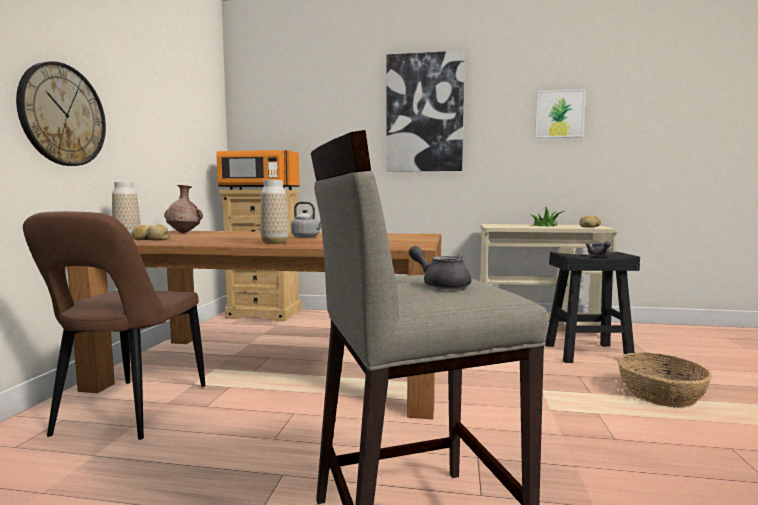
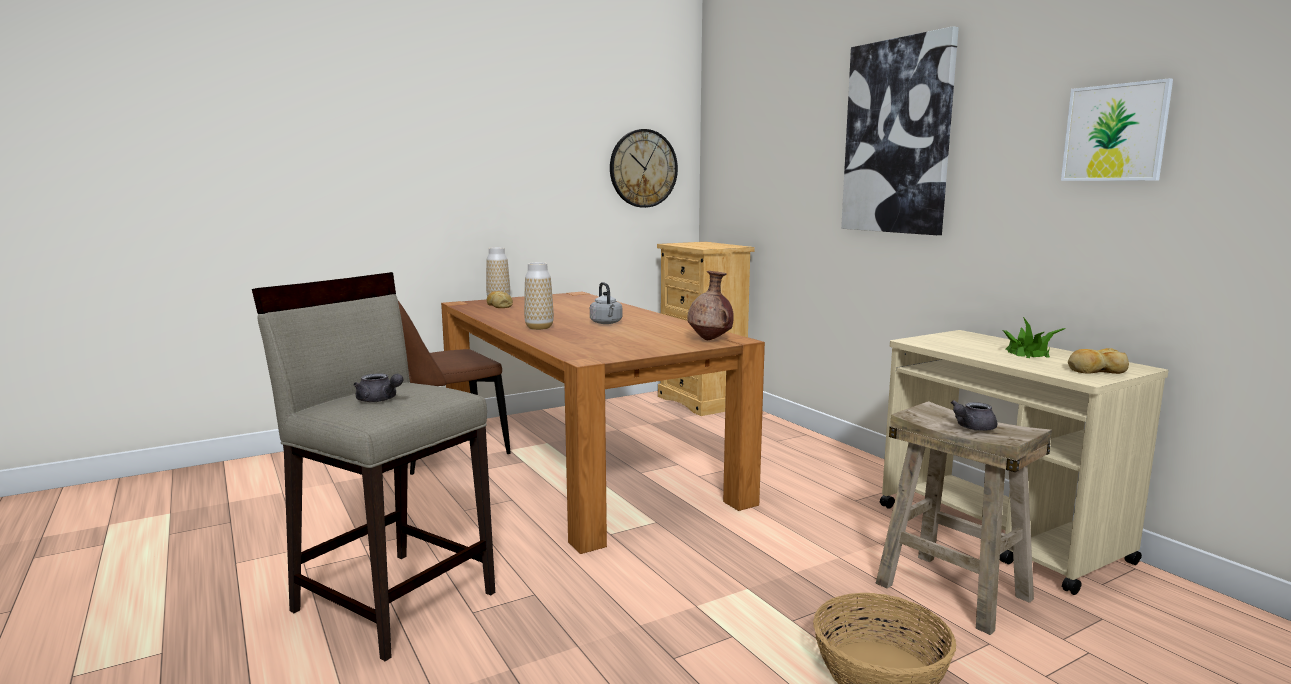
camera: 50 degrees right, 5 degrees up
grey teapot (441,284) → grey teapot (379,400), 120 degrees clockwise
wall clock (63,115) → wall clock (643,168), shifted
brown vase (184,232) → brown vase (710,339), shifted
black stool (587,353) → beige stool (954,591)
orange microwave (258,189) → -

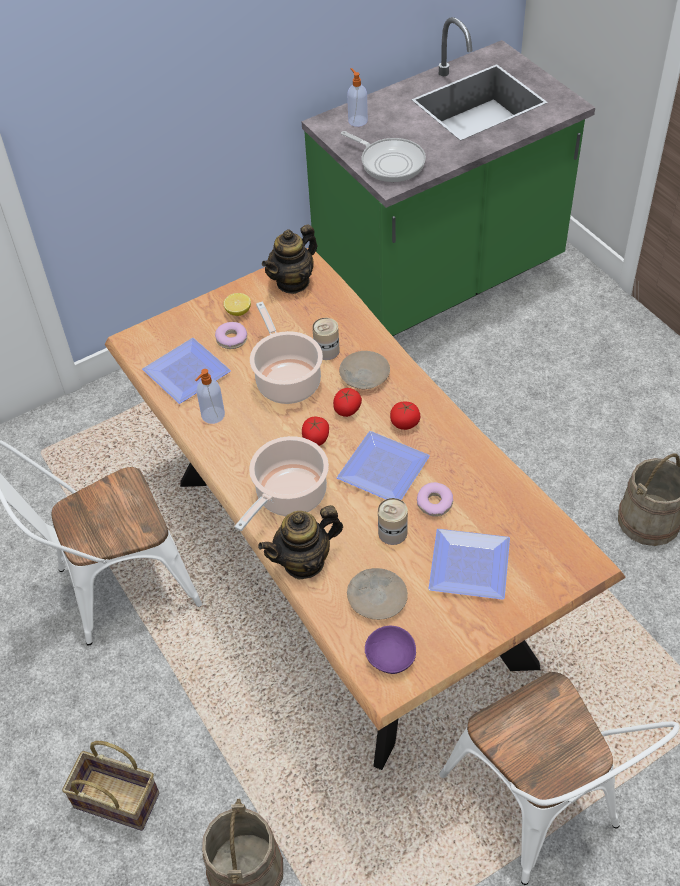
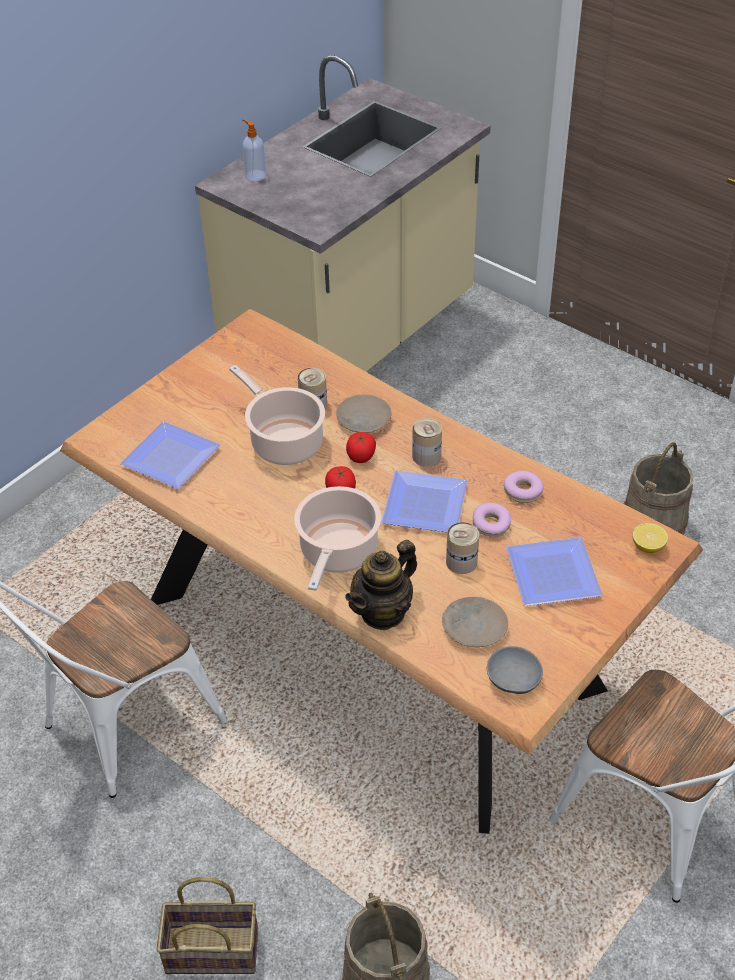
camera: 20 degrees left, 5 degrees down
green counter (441,279) → beige counter (352,338)
tomato (405,423) → can (426,456)
purple bowl (392,657) → grey bowl (515,679)
donut (232,339) → donut (522,491), shifted
lemon (238,311) → lemon (648,547), shifted
soap dispenser (212,416) → -
teapot (293,282) → -
frying pan (389,162) → -

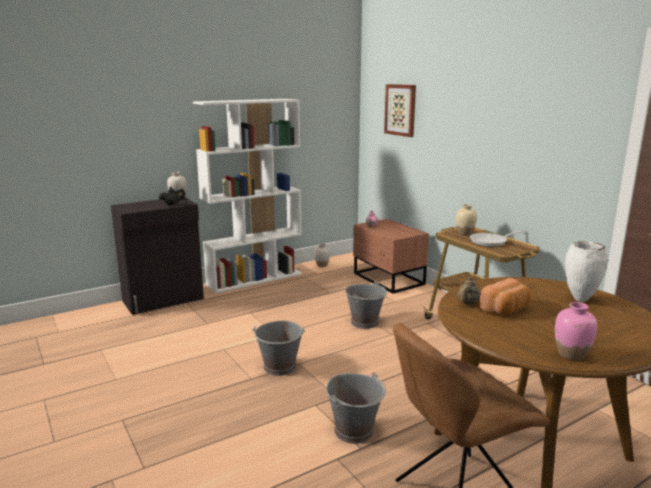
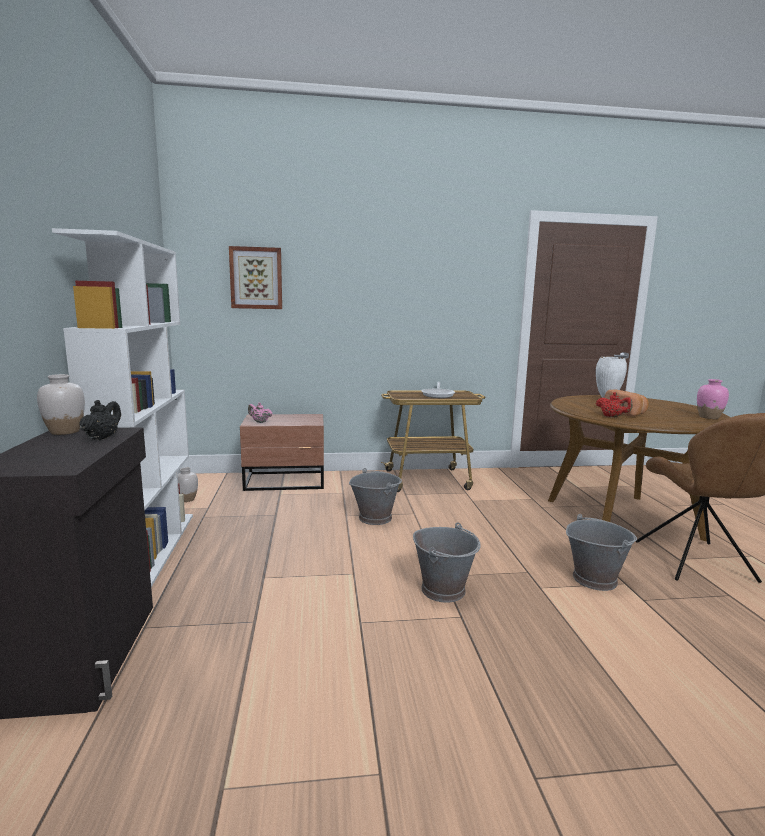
camera: 65 degrees left, 5 degrees down
beige teapot (468,303) → red teapot (612,417)
beige vase (464,234) → -

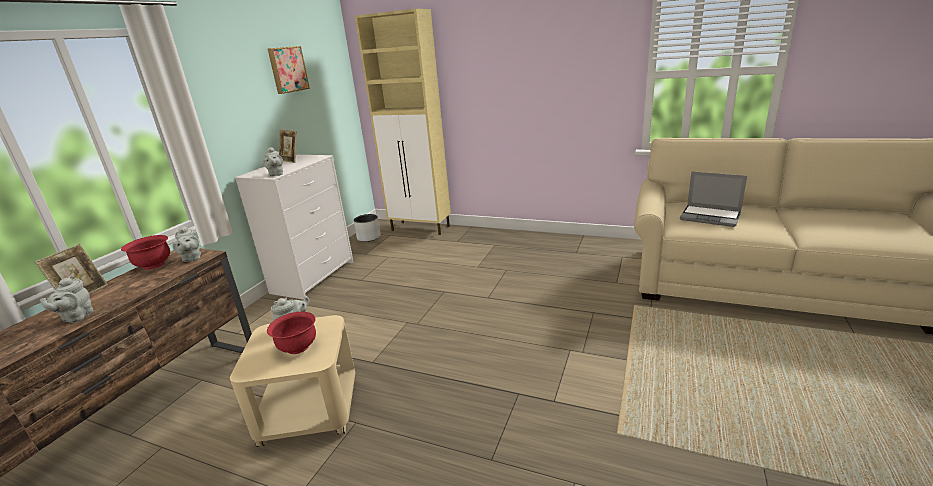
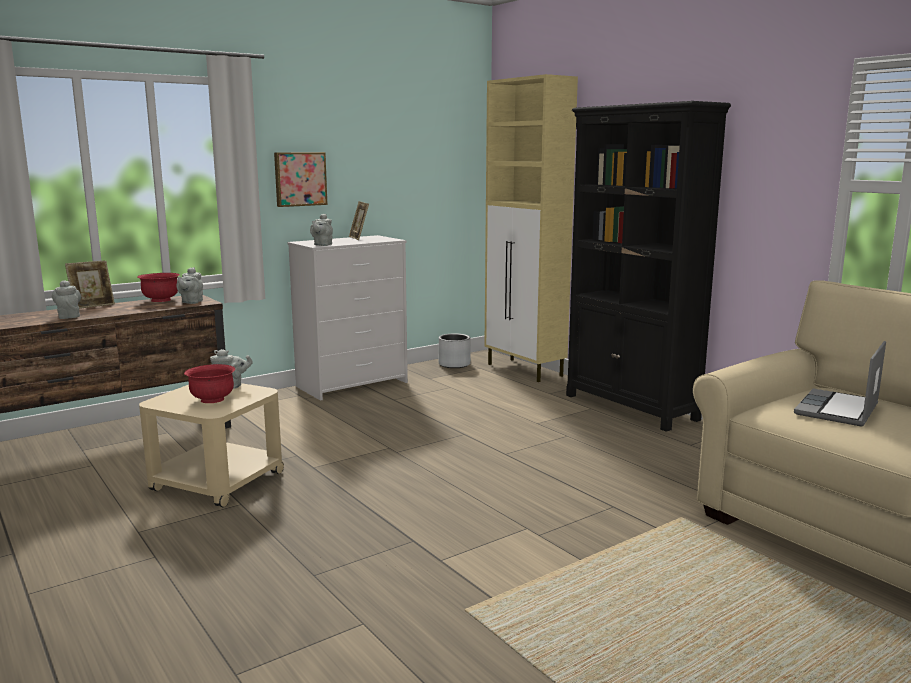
camera: 30 degrees right, 10 degrees down
grey teapot (76,317) → grey teapot (69,316), 120 degrees clockwise
picture (287,69) → picture (300,179), shifted
- → black bookcase (631,407)
laptop (711,217) → laptop (838,410), 60 degrees clockwise

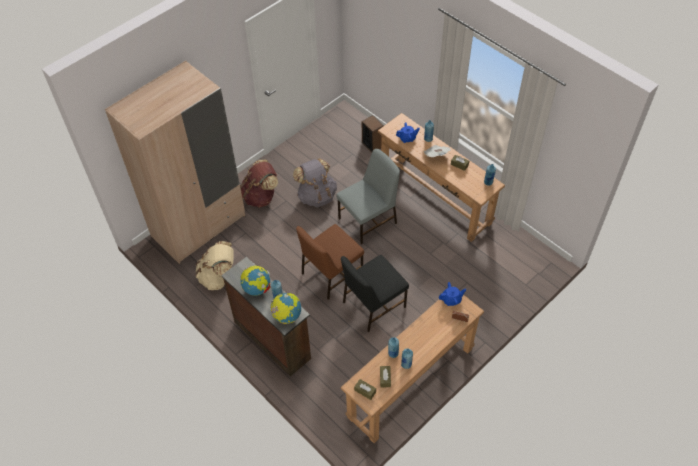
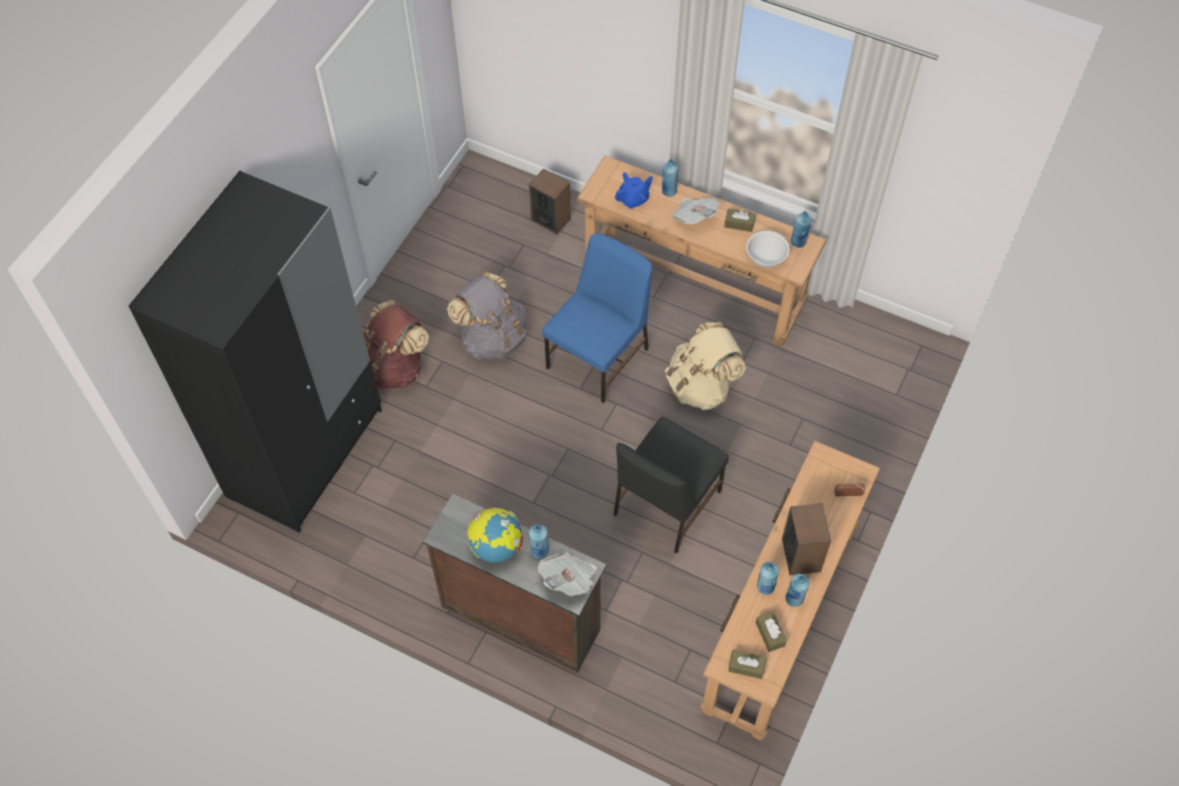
camera: 20 degrees left, 5 degrees up
beige wardrobe (199,226) → black wardrobe (306,453)
globe (287,316) → newspaper (569,579)
grey chair (368,220) → blue chair (599,357)
beige backpack (219,277) → beige backpack (701,386), shifted
- → white bowl (766,257)
- → speaker (801,554)
brown chair (331,274) → -
blue teapot (451,300) → -

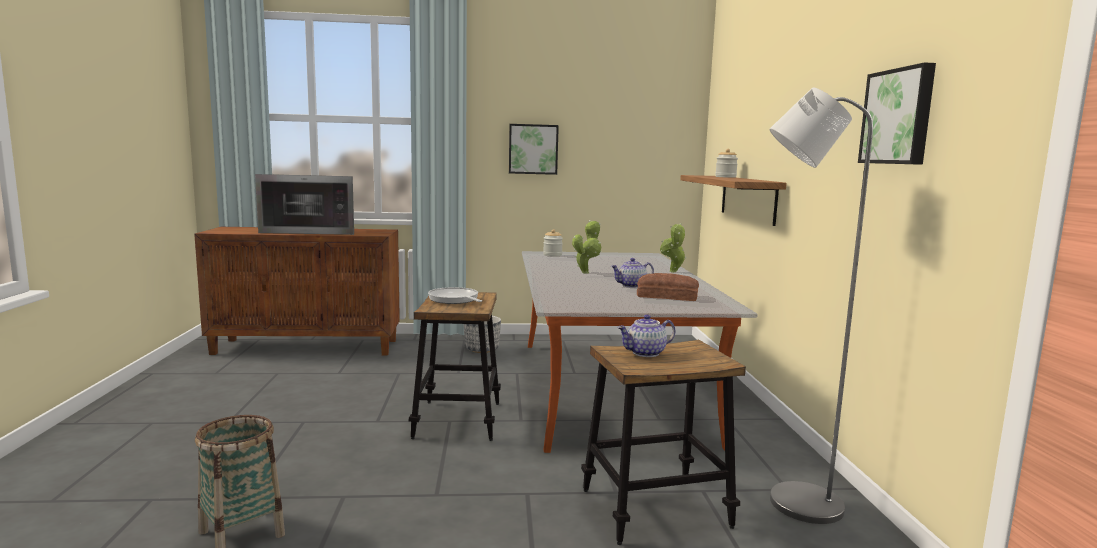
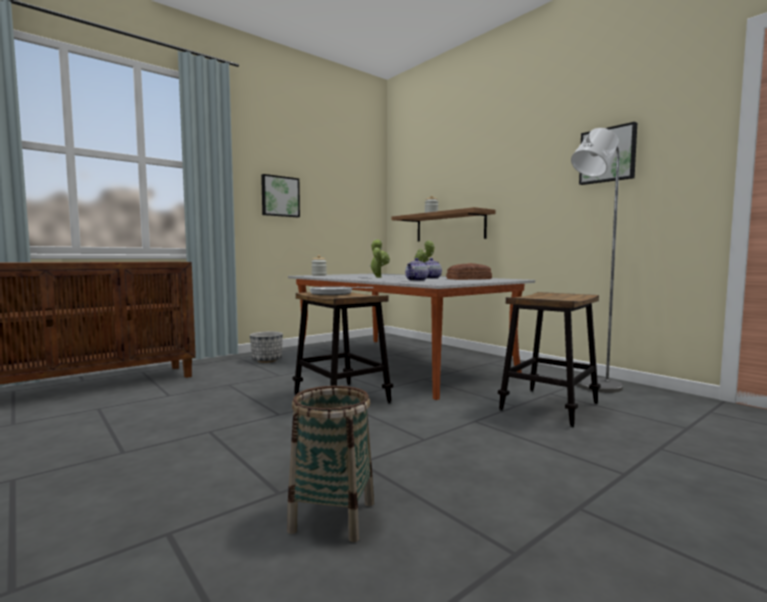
camera: 35 degrees left, 5 degrees down
teapot (645,353) → teapot (417,280), shifted
microwave (313,231) → -

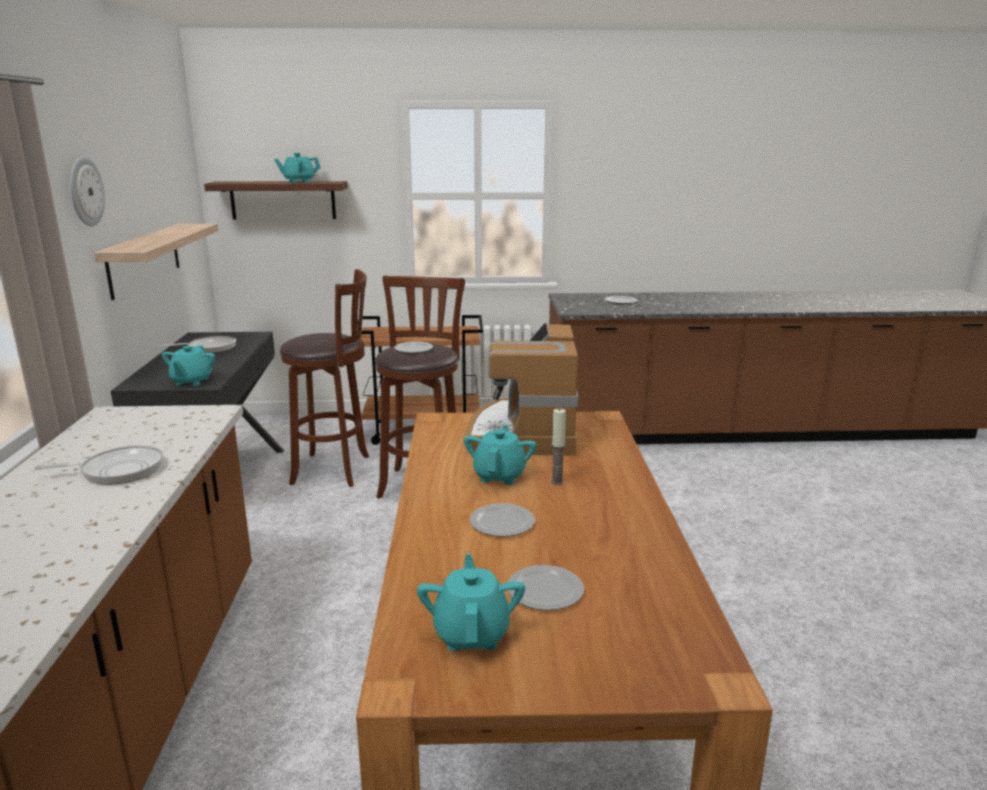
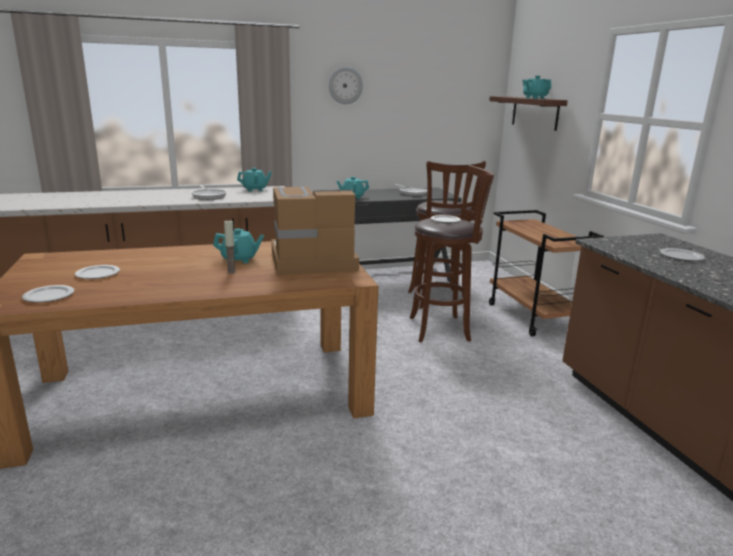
camera: 75 degrees right, 0 degrees up
plate (501,522) → plate (50,295), shifted
turquoise teapot (472,633) → turquoise teapot (255,189), shifted
shelf (144,259) → -

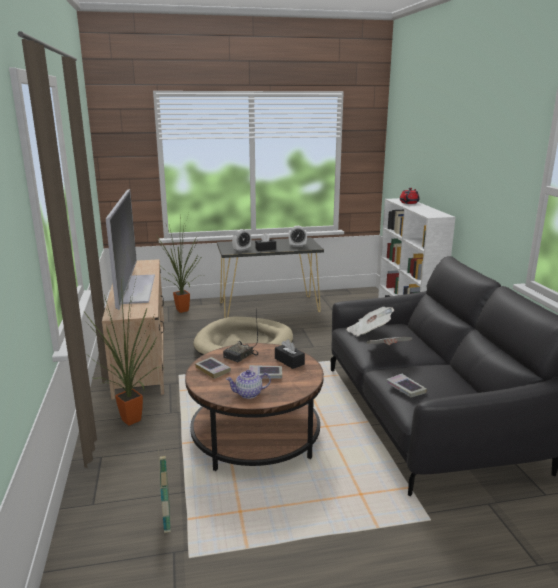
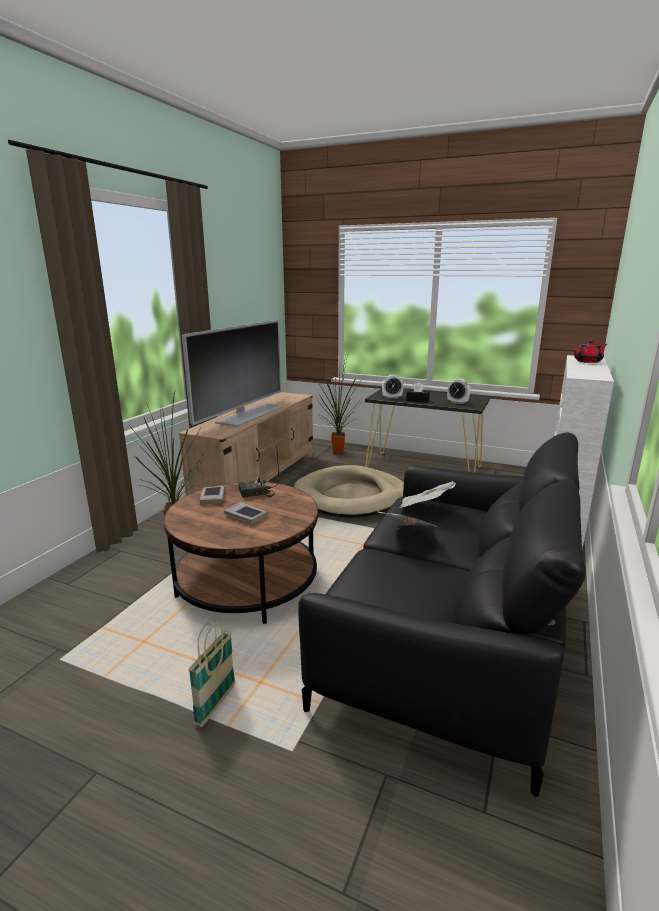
camera: 35 degrees right, 0 degrees up
basket (167,516) → basket (216,704), shifted
teapot (249,394) → -
black tissue box (289,361) → -
book (405,388) → -

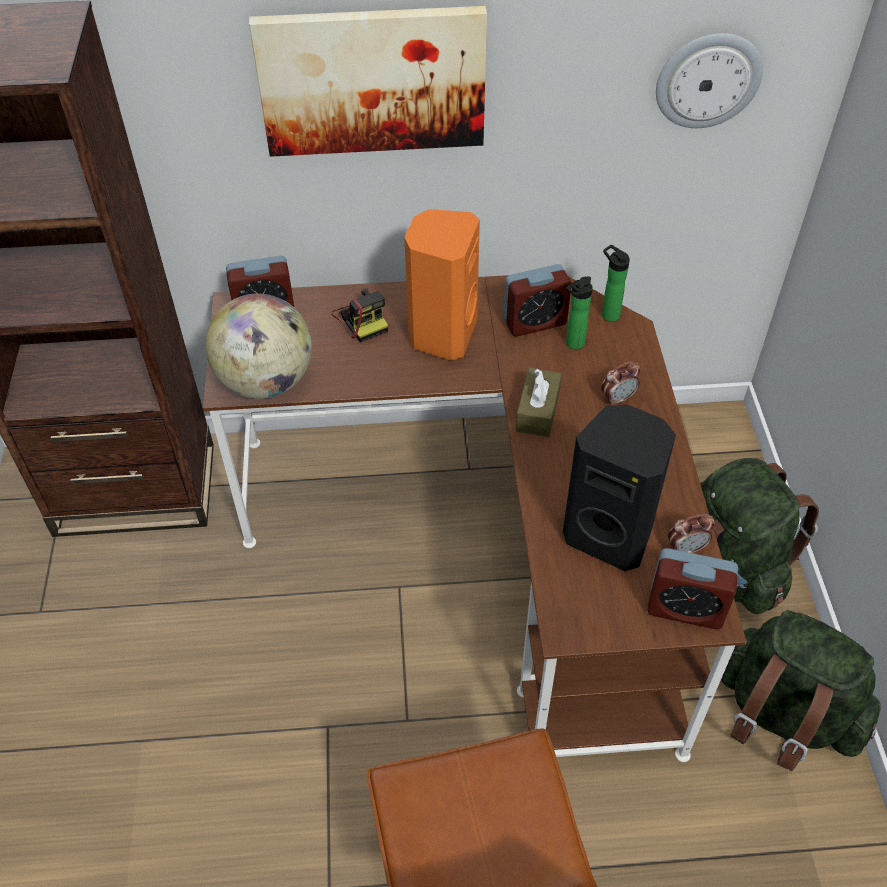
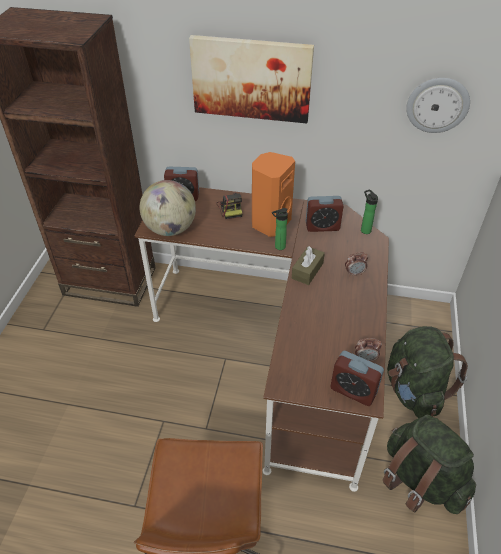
camera: 15 degrees right, 5 degrees down
bottle (573,344) → bottle (278,247), shifted
black speaker (610,534) → -

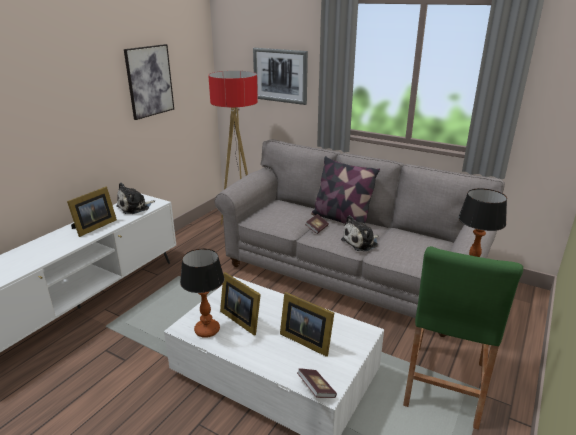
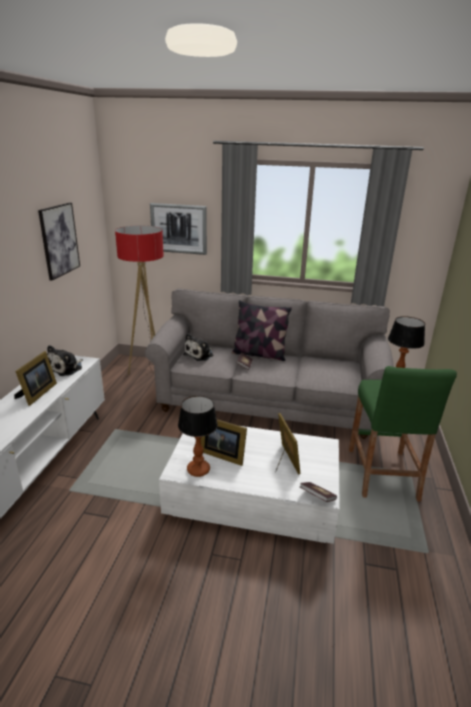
camera: 20 degrees left, 0 degrees up
plush toy (361,243) → plush toy (200,355), shifted
picture frame (305,339) → picture frame (285,460), 120 degrees counterclockwise

